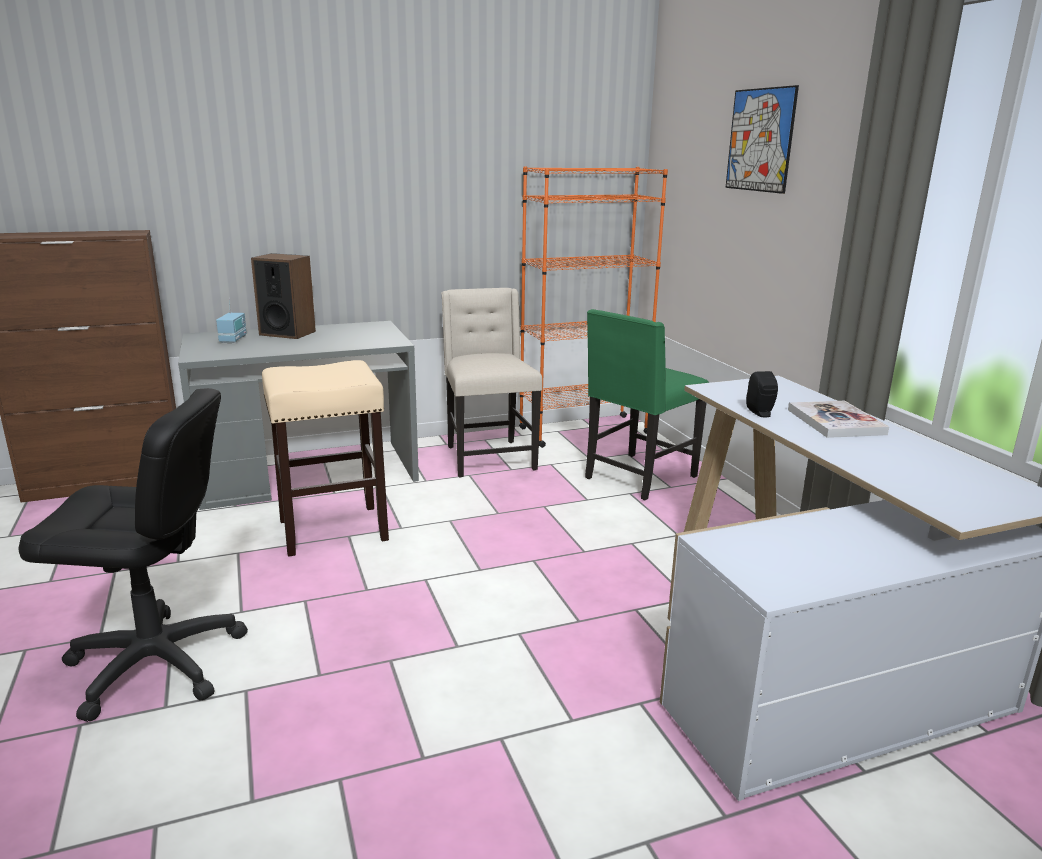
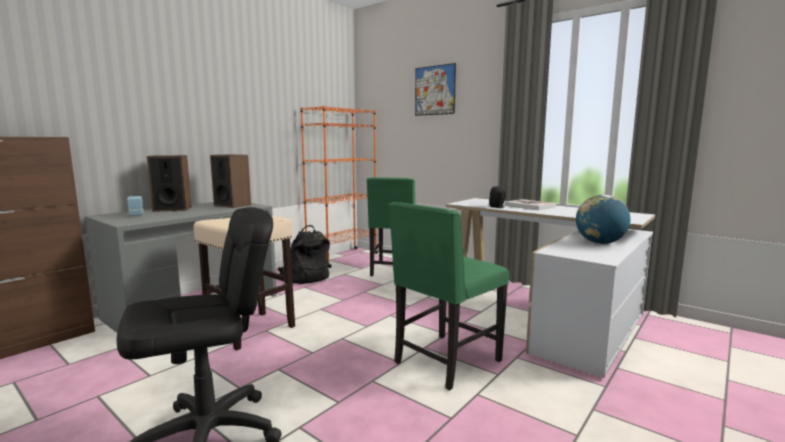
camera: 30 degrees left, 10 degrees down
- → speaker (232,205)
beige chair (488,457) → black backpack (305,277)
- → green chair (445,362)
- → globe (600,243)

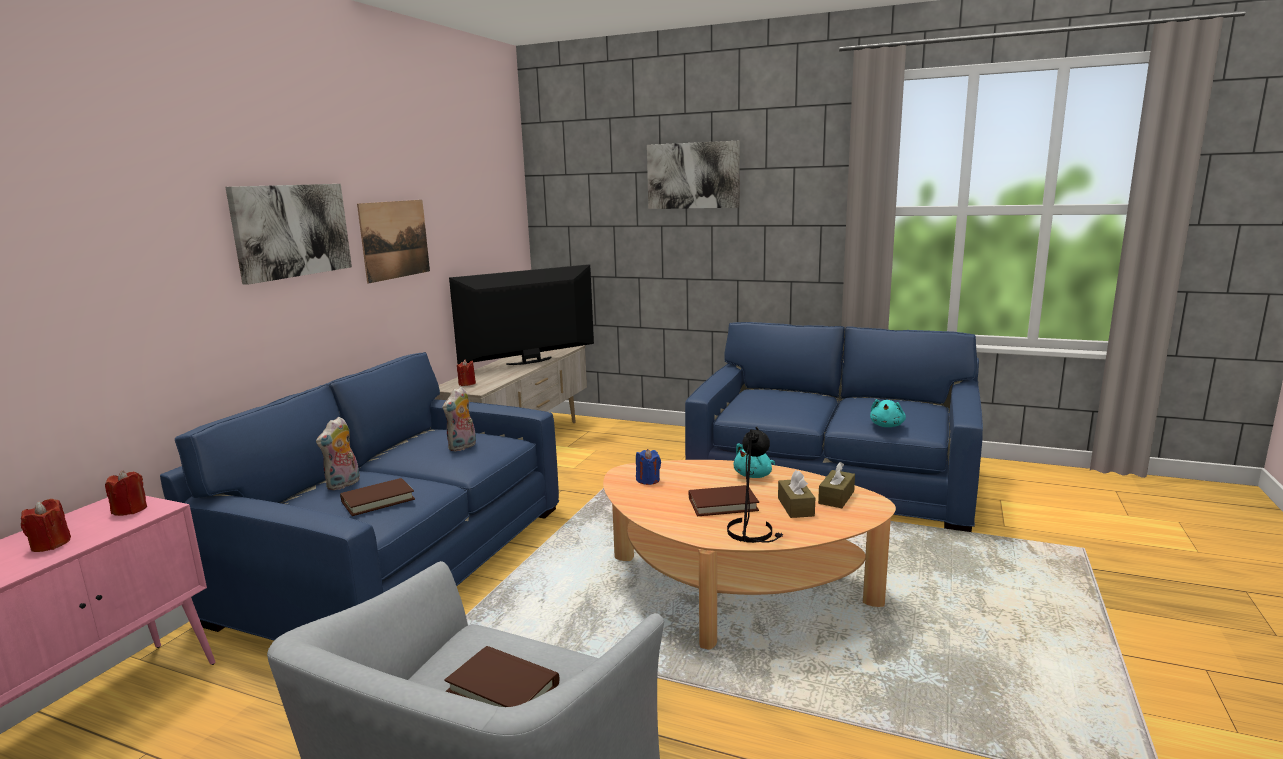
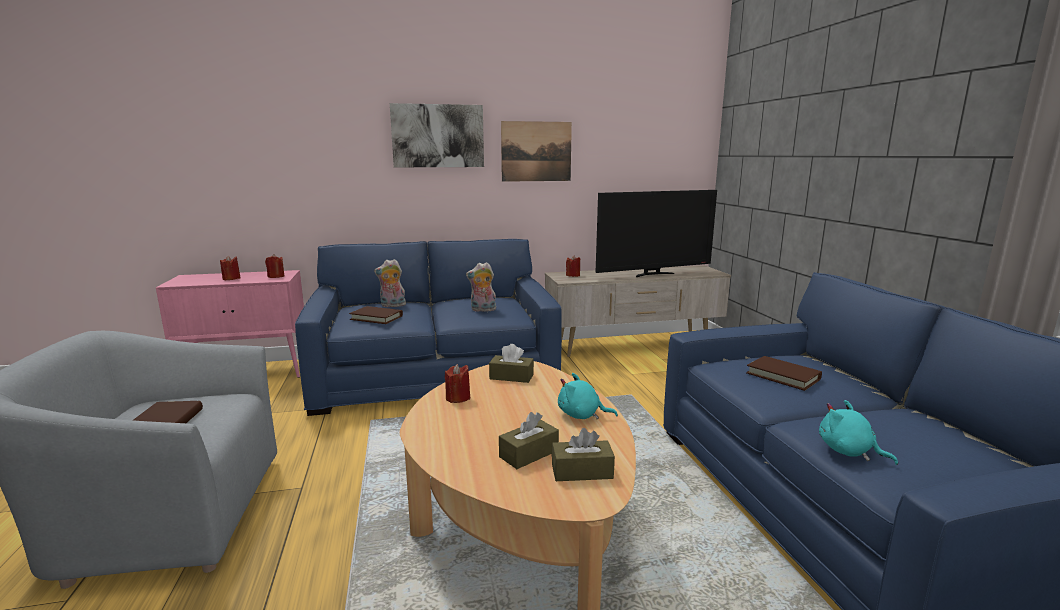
camera: 55 degrees right, 0 degrees up
- → red candle (458,398)
blue candle (648,480) → brown tissue box (511,377)
television (530,361) → television (653,274), 135 degrees clockwise
brown book (723,504) → brown book (783,376), shifted
turquoise plush toy (887,425) → turquoise plush toy (848,451), 60 degrees clockwise
picture (693,175) → -
black table lamp (753,532) → -

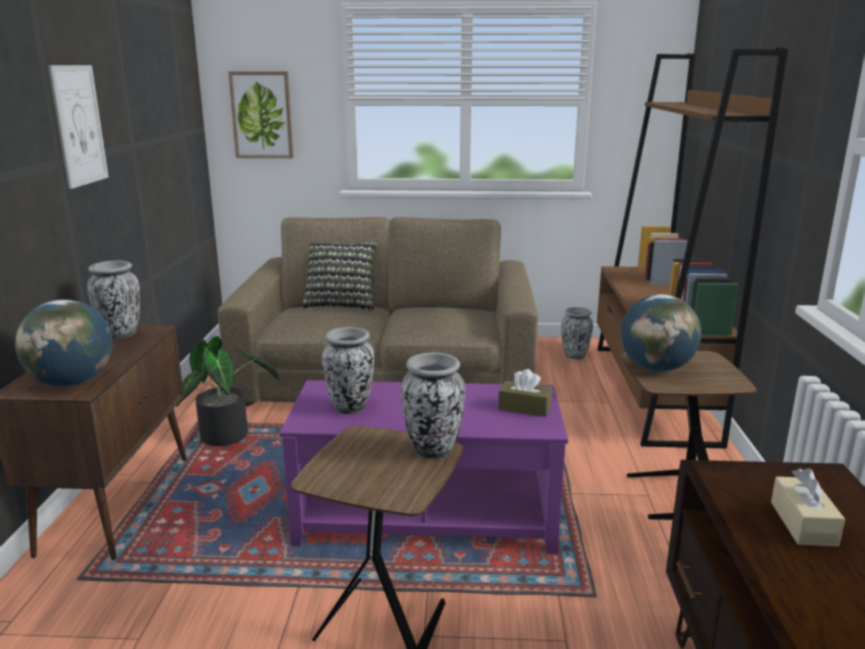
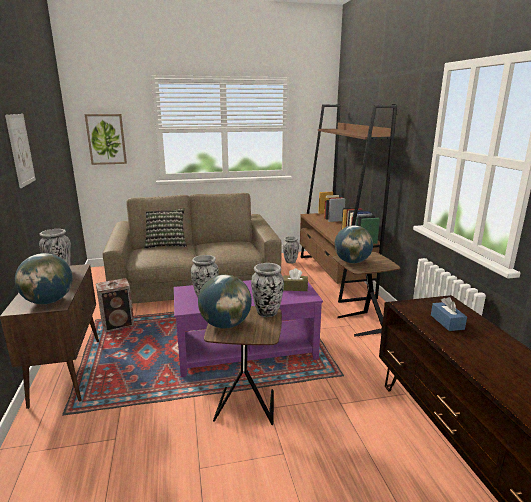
camera: 15 degrees left, 0 degrees up
potted plant (230,436) → speaker (119,324)
- → globe (225,324)
beige tissue box (803,523) → blue tissue box (447,322)

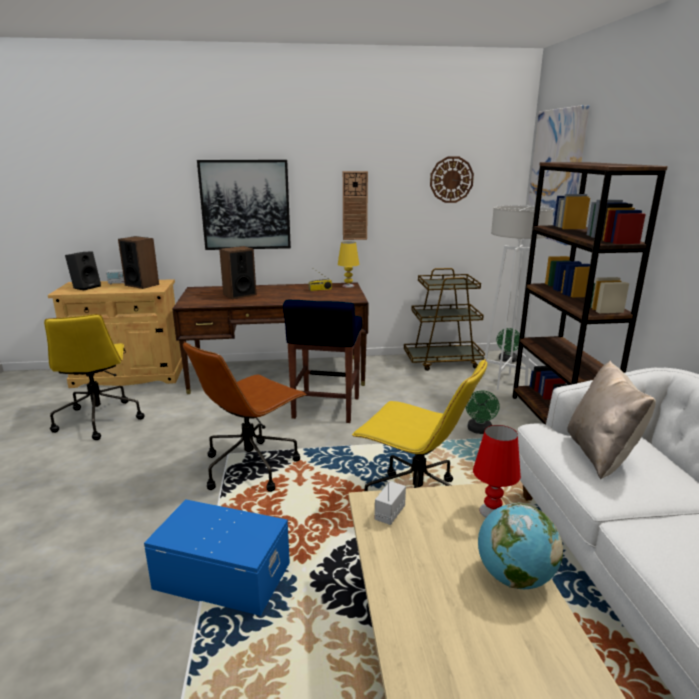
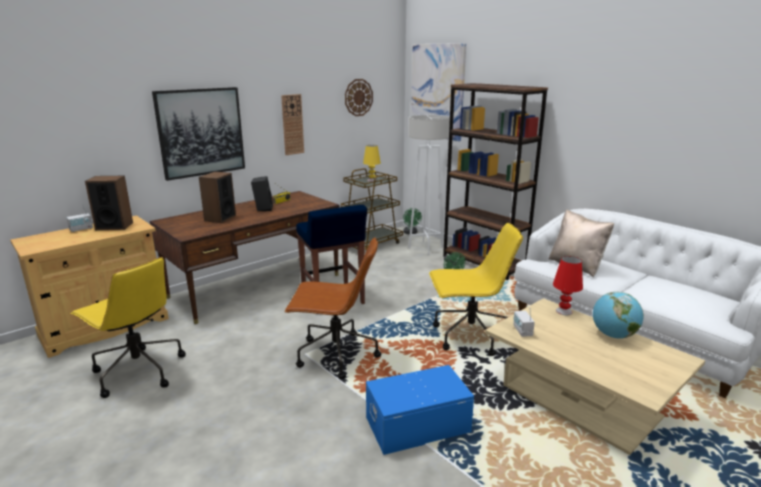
camera: 35 degrees left, 0 degrees up
black speaker (86,287) → black speaker (263,208), shifted
brown office chair (251,466) → brown office chair (335,355), 90 degrees counterclockwise
yellow table lamp (348,286) → yellow table lamp (371,180), shifted

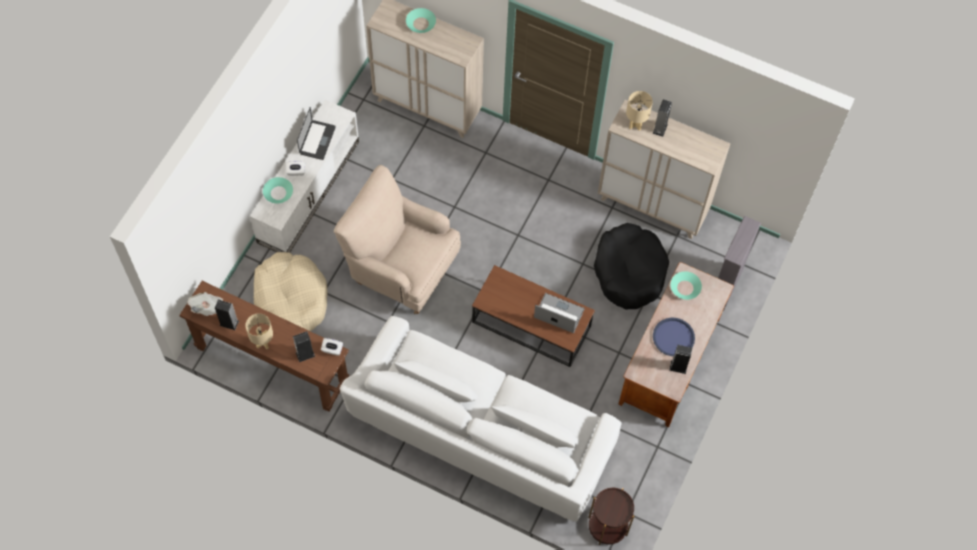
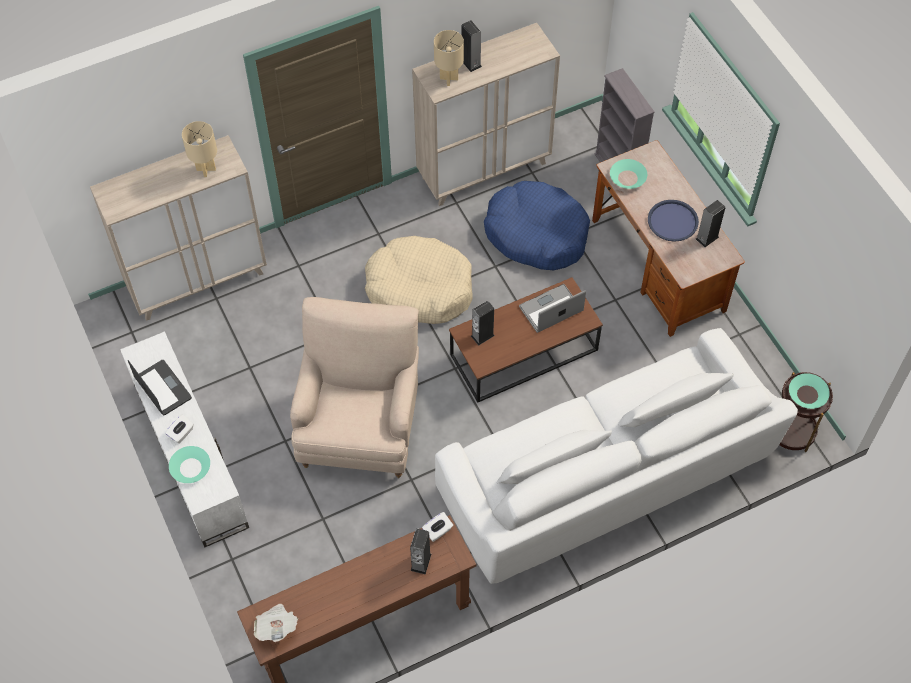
camera: 50 degrees left, 5 degrees down
beige table lamp (263,343) → beige table lamp (205,169), shifted
beige armchair (401,268) → beige armchair (360,426), 120 degrees clockwise
beige dog bed (291,299) → beige dog bed (419,288), shifted
speaker (229,323) → speaker (482,335), shifted
black dog bed (629,271) → blue dog bed (536,234)
turquoise bowl (420,23) → turquoise bowl (807,394), shifted

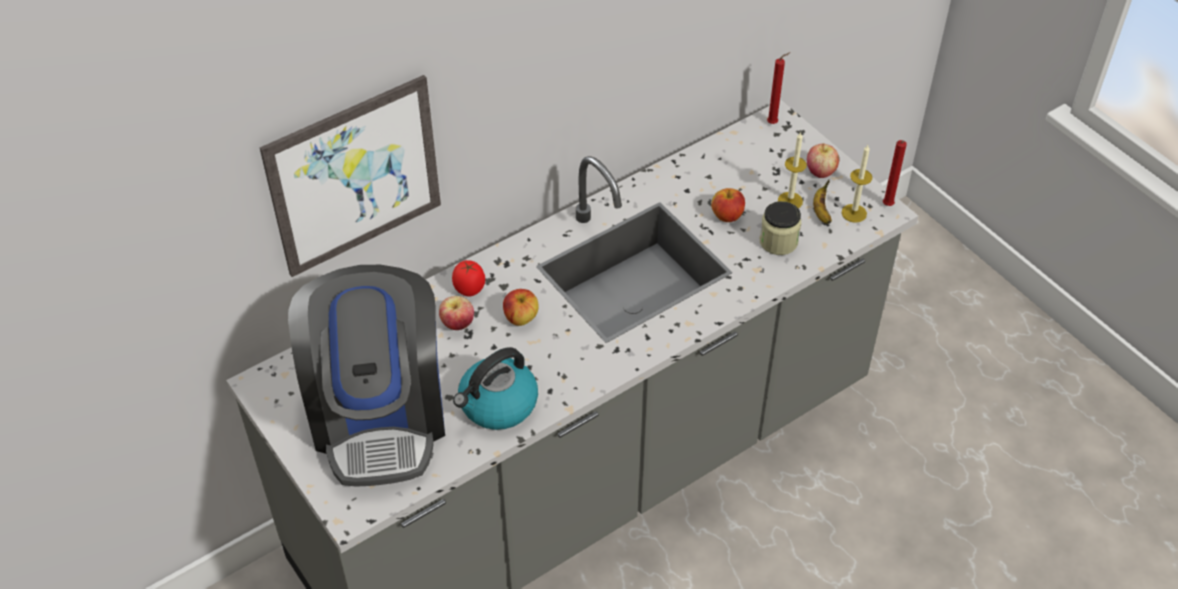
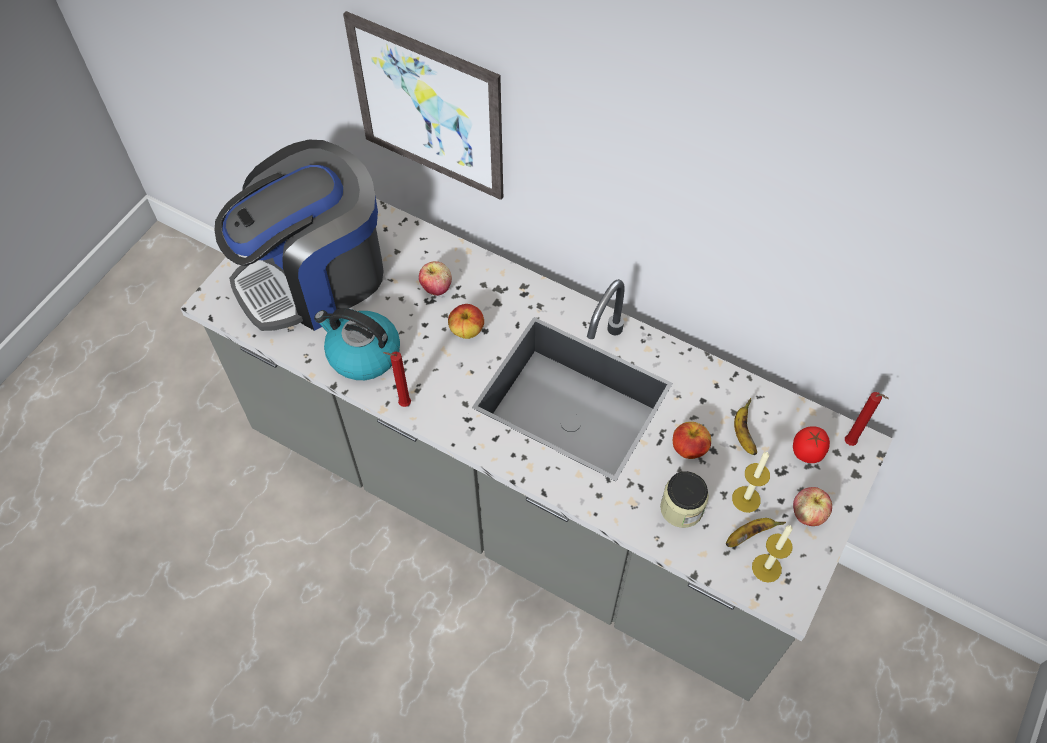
camera: 65 degrees right, 10 degrees up
red candle (887,206) → red candle (403,404), shifted
- → banana (743,434)
tomato (469,289) → tomato (807,452), shifted

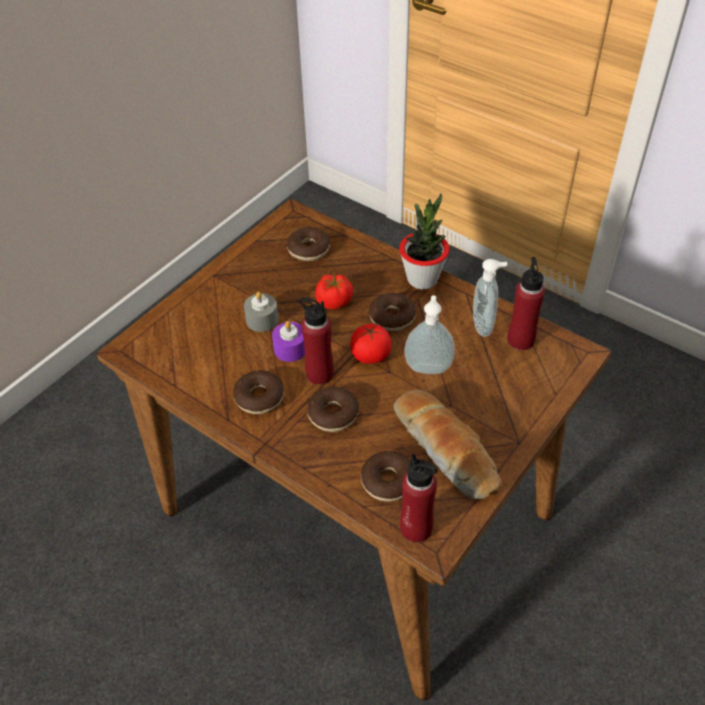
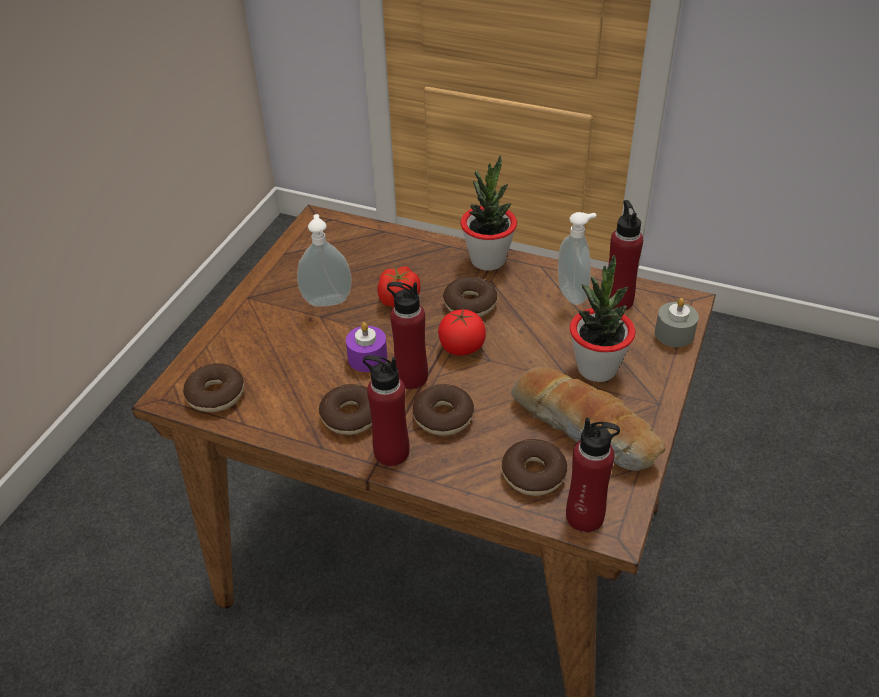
camera: 15 degrees left, 5 degrees down
donut (308,249) → donut (215,395), shifted
soap dispenser (428,367) → soap dispenser (327,300), shifted
- → red bottle (391,452)
- → potted plant (597,368)
grey candle (262,320) → grey candle (674,334), shifted

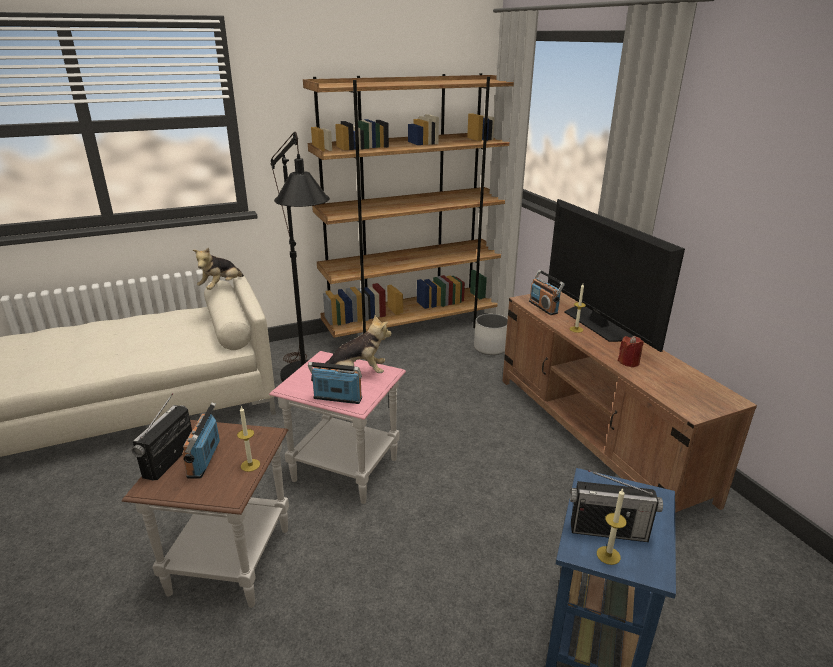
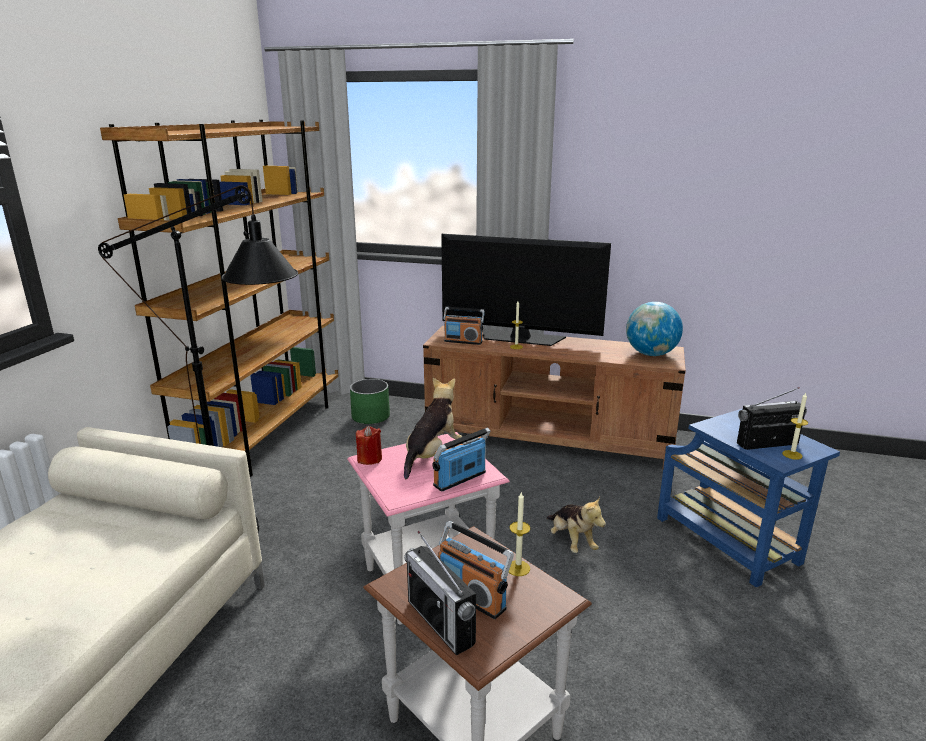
camera: 50 degrees left, 5 degrees down
white planter (490,348) → green planter (370,417)
red candle (628,362) → red candle (369,459), shifted
plush toy (221,287) → plush toy (571,541), shifted
- → globe (651,354)
radio (608,530) → radio (767,444), 150 degrees counterclockwise

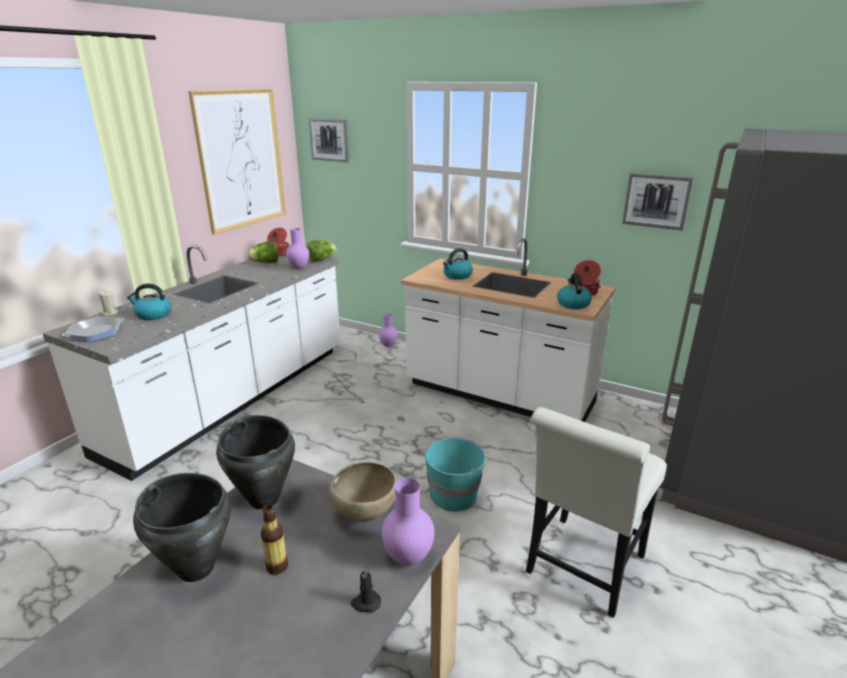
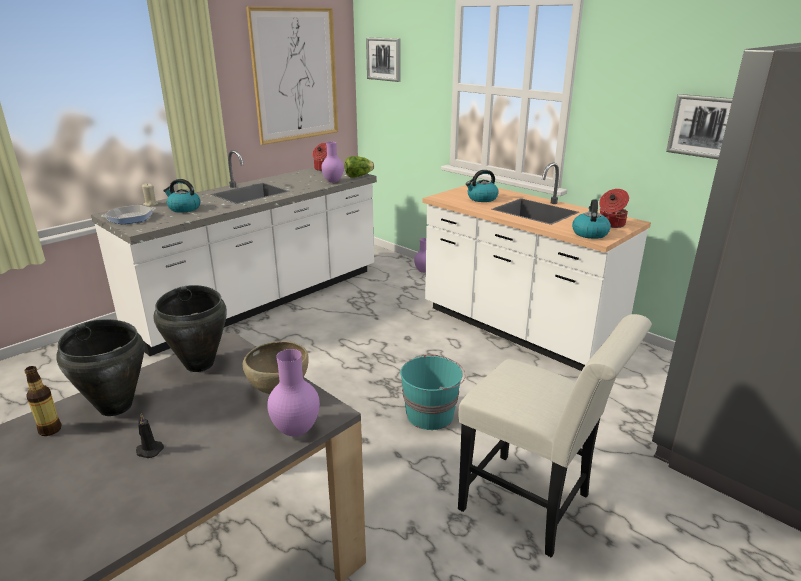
camera: 15 degrees right, 0 degrees up
bottle (277,566) → bottle (50,430), shifted
black candle (365,603) → black candle (148,450), shifted
white chair (581,569) → white chair (533,506), 105 degrees counterclockwise
lettuce (265,262) → -

